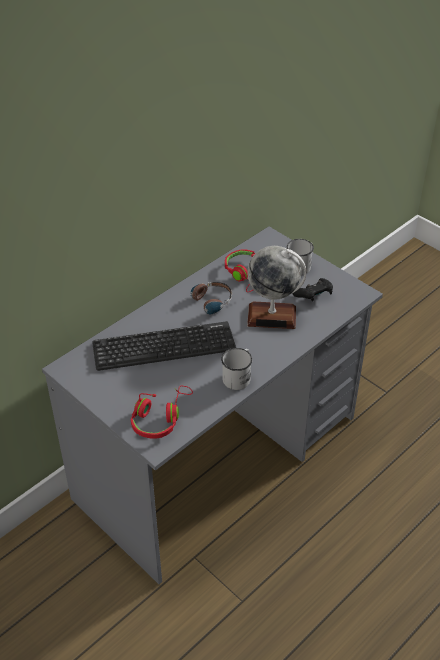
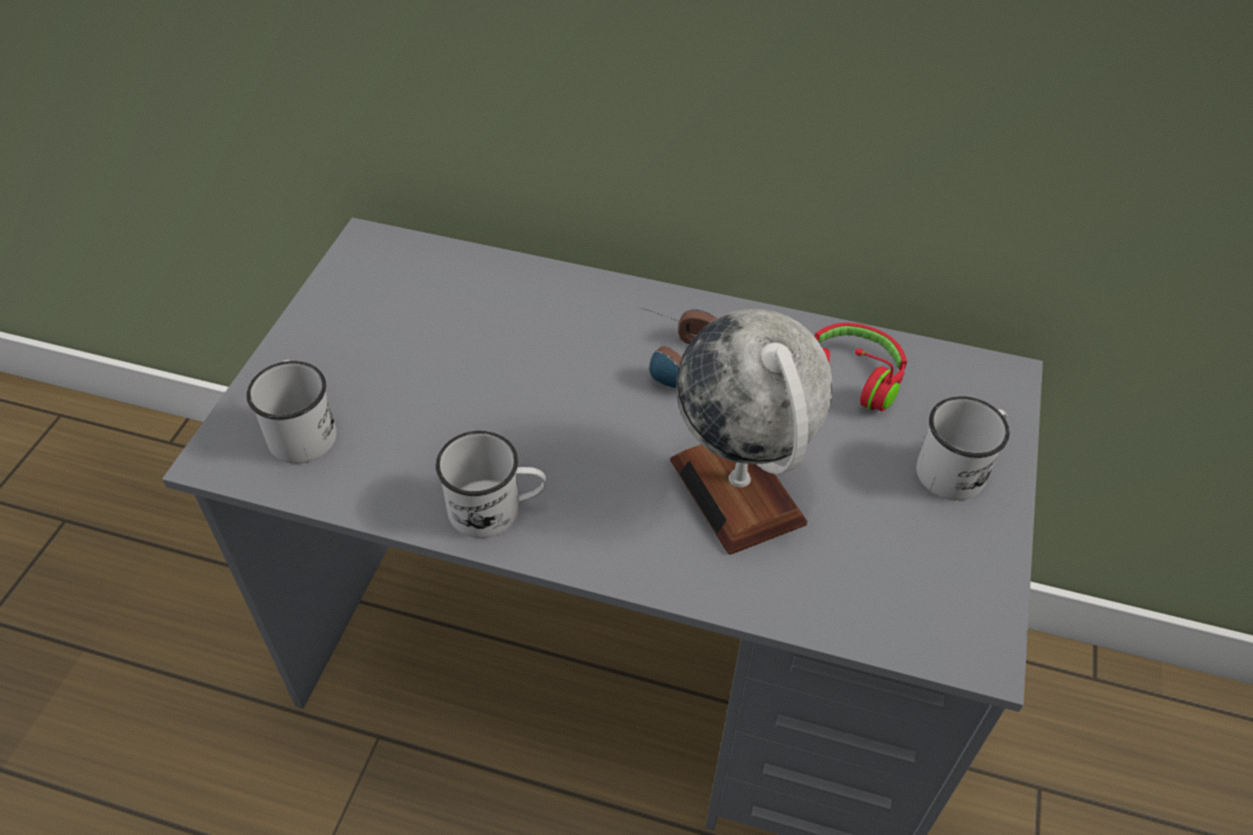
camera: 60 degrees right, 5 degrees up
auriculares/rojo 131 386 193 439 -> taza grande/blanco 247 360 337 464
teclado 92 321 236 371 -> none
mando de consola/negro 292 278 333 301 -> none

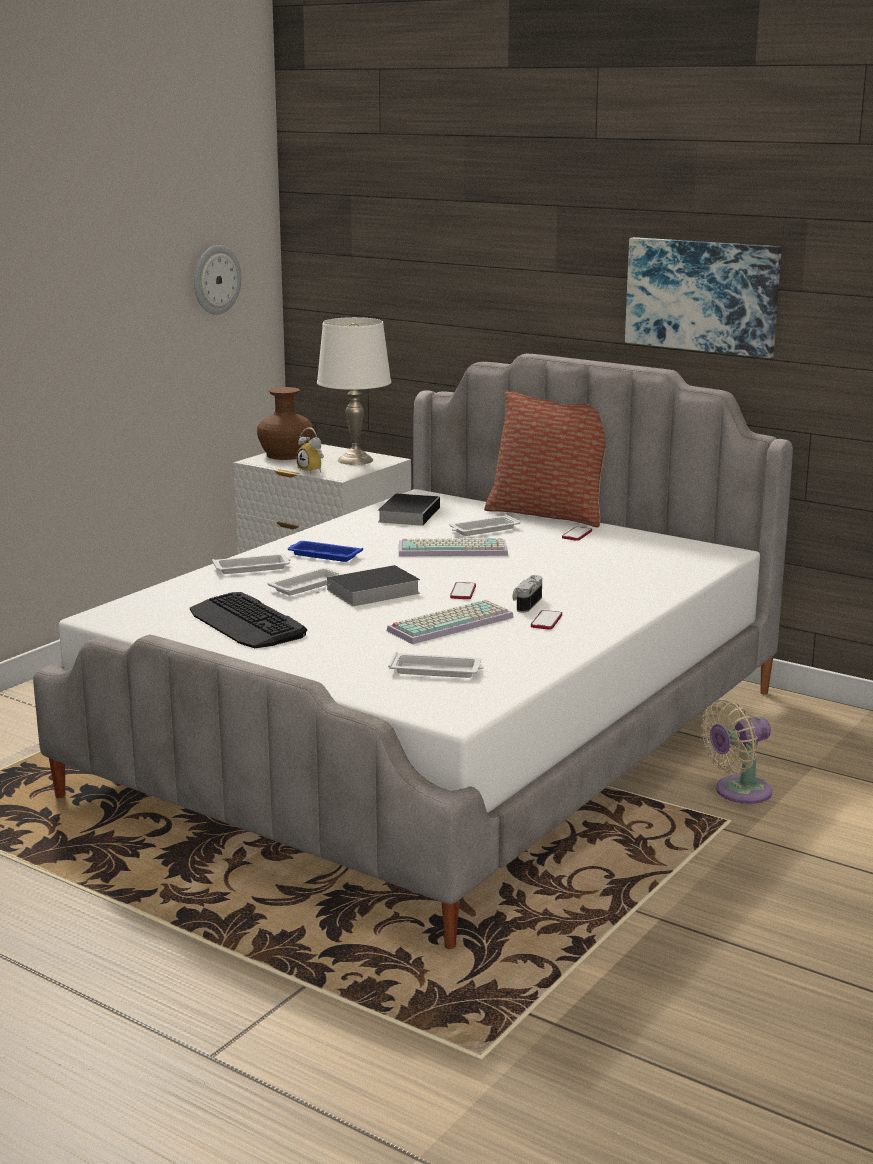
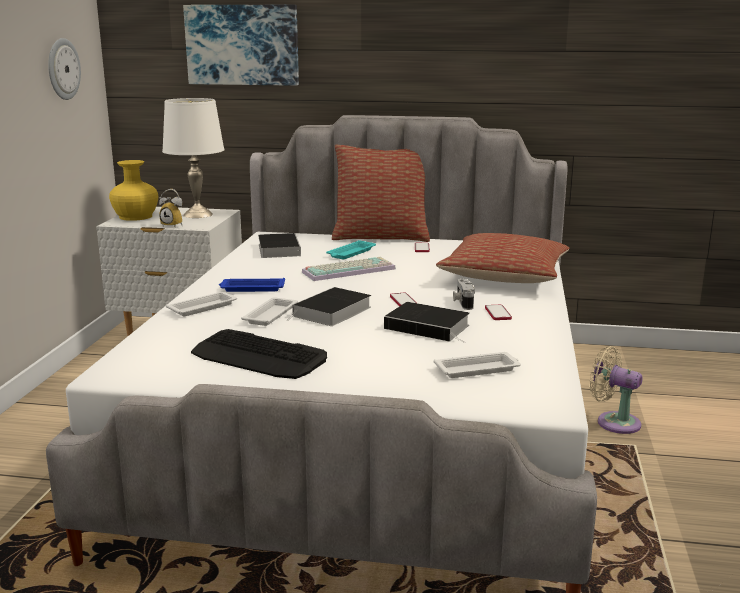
camera: 25 degrees left, 0 degrees up
florero/marrón 257 387 314 460 -> florero/amarillo 109 160 158 221
cuadro 625 237 782 358 -> cuadro 183 5 299 86, moved
bandeja/blanco 450 515 521 536 -> bandeja/turquesa 326 240 376 259
teclado 387 600 514 644 -> libro 384 302 470 342
none -> cojín 436 233 569 283
ventilador/beis 701 700 772 804 -> ventilador/beis 589 346 643 434, 90 degrees clockwise

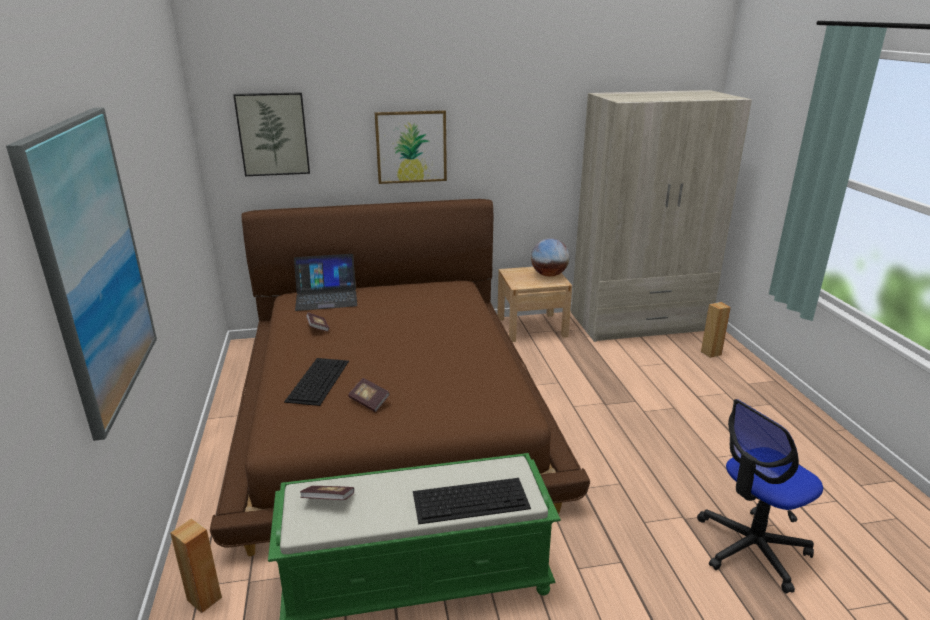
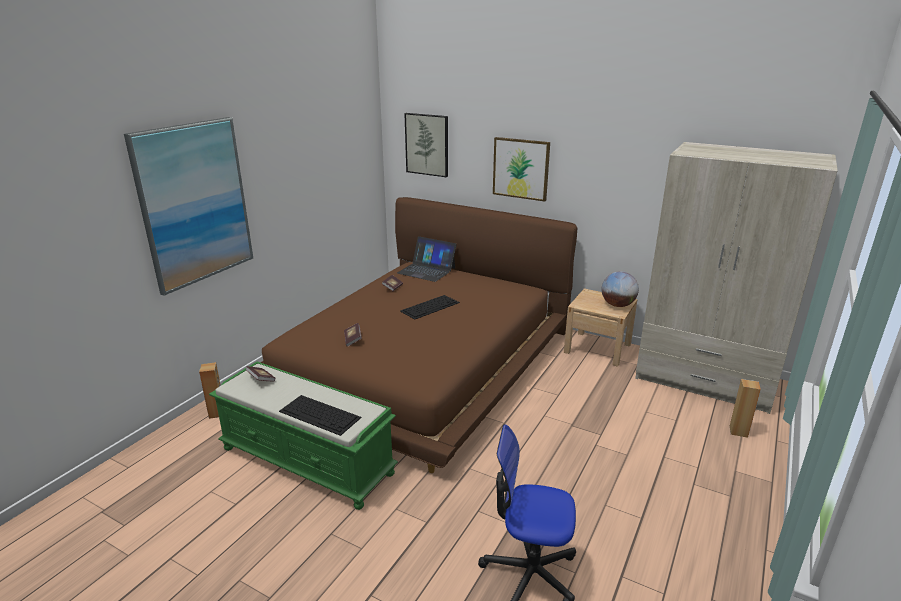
camera: 40 degrees right, 0 degrees up
teclado 284 358 349 406 -> teclado 400 295 460 320, moved

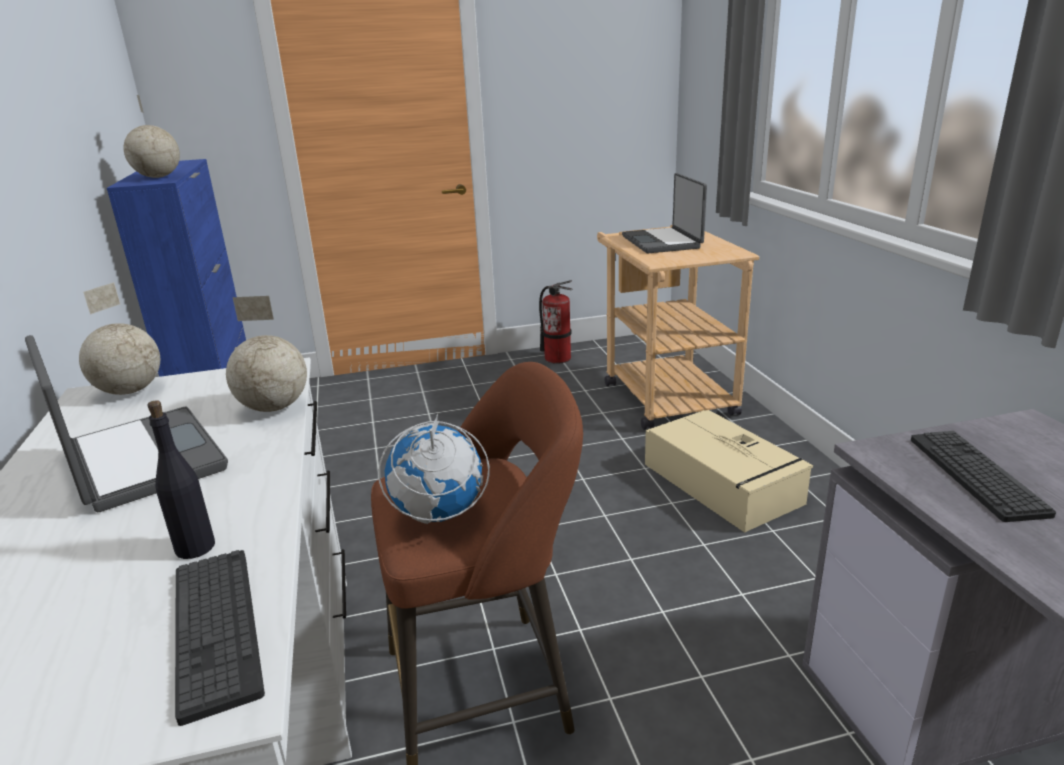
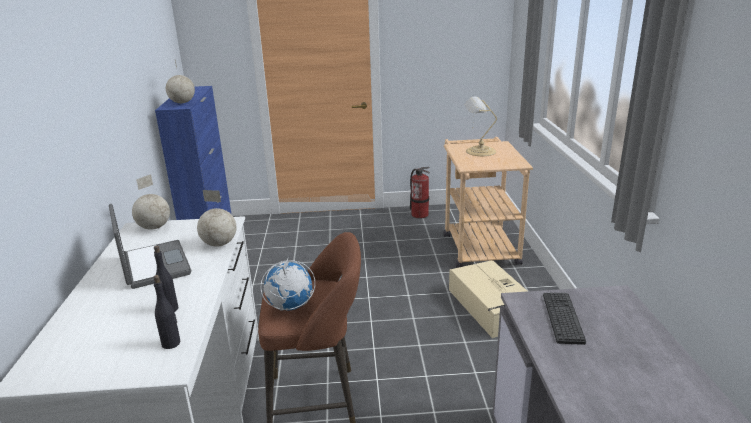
camera: 10 degrees right, 0 degrees up
teclado 175 550 265 726 -> botella/negro 153 275 181 349
portátil 622 173 707 253 -> lámpara de mesa 465 96 497 156

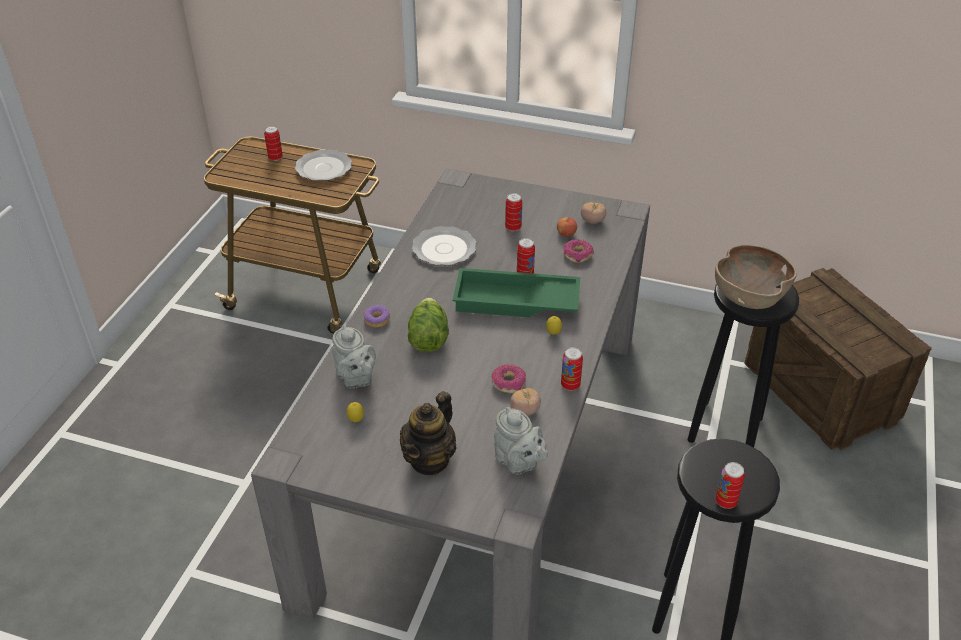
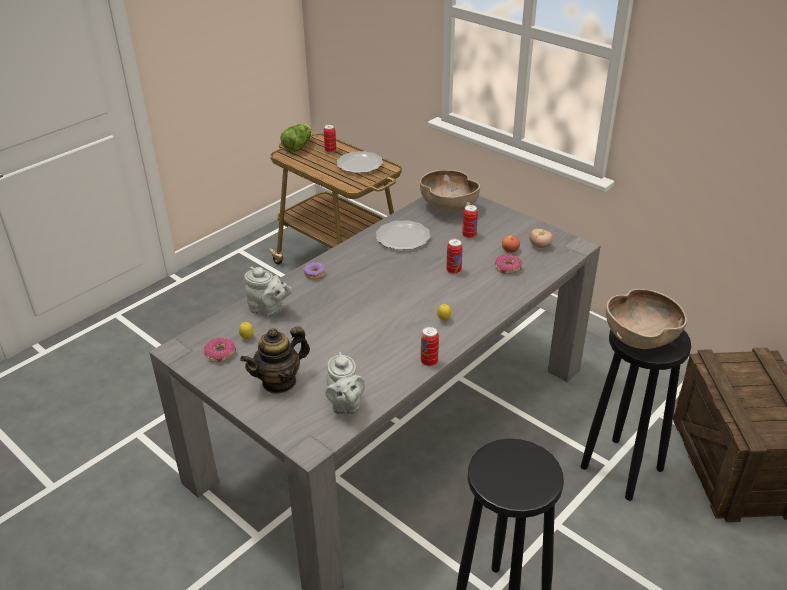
camera: 25 degrees right, 5 degrees down
rosquilla 492 364 526 393 -> rosquilla 204 337 236 362, moved
tetera/gris 332 325 376 389 -> tetera/gris 244 267 292 317, 60 degrees counterclockwise
lechuga 408 297 449 352 -> lechuga 280 124 311 152, moved
none -> cuenco/marrón 420 170 480 212
bandeja/verde 453 268 580 317 -> none
tomate 510 388 541 416 -> none
lata 716 462 745 509 -> none

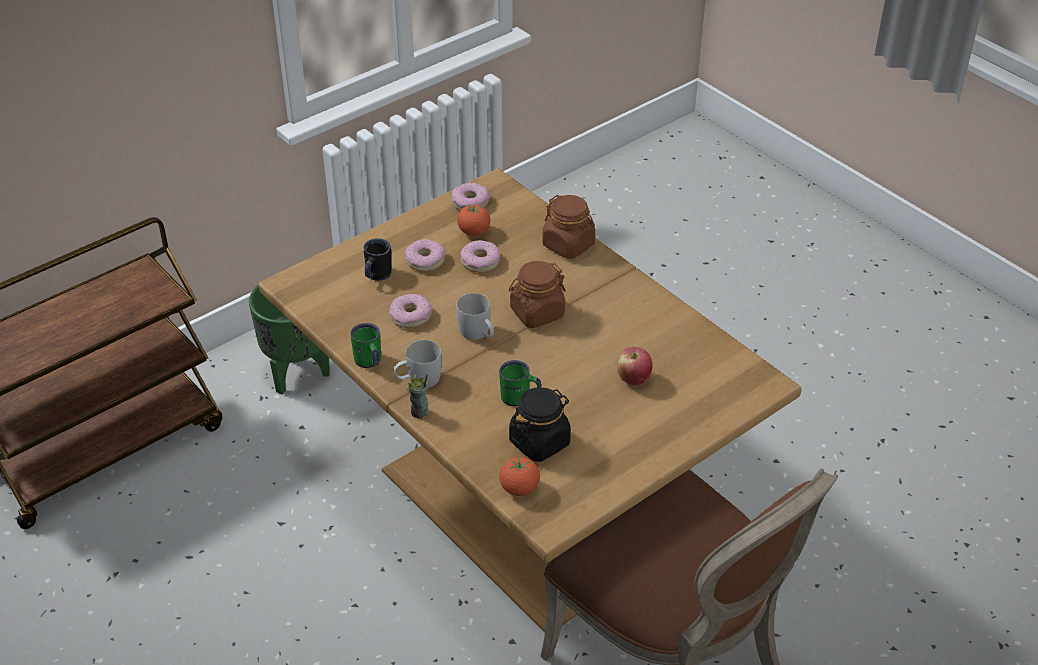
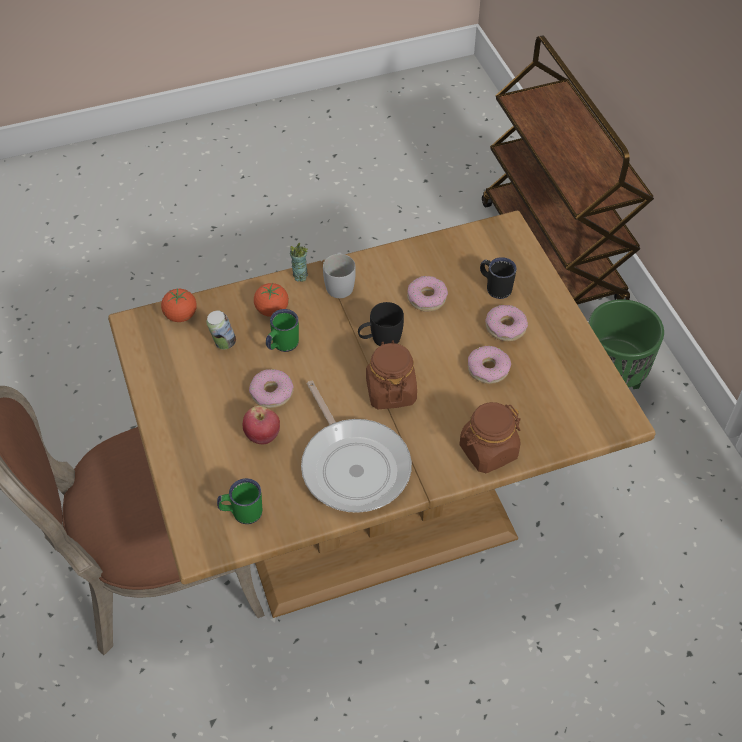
camera: 110 degrees right, 10 degrees up
tarro/negro 509 387 571 462 -> lata 207 310 236 350
taza grande/verde 350 323 381 368 -> taza grande/verde 217 478 262 524, moved
rosquilla 452 182 489 210 -> rosquilla 249 369 294 408, moved
tomate 457 204 491 236 -> tomate 254 282 289 317, moved
none -> sartén 301 381 412 513
taza grande/blanco 456 293 494 340 -> taza grande/negro 358 302 404 346

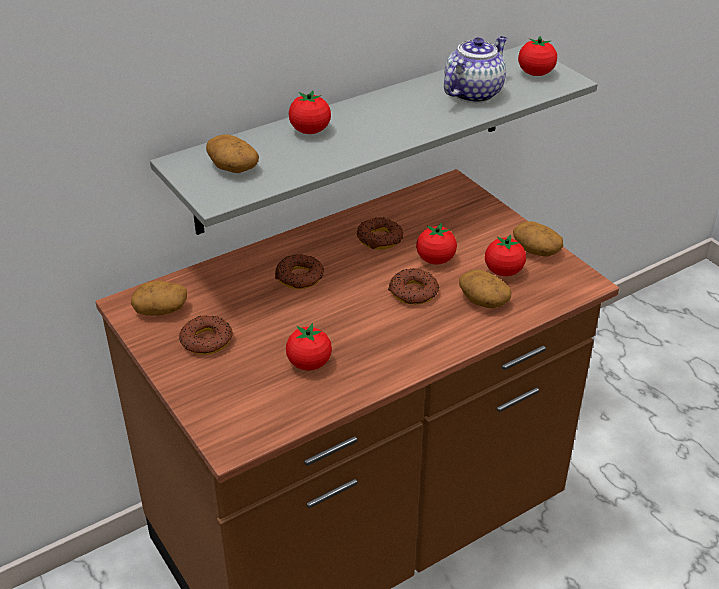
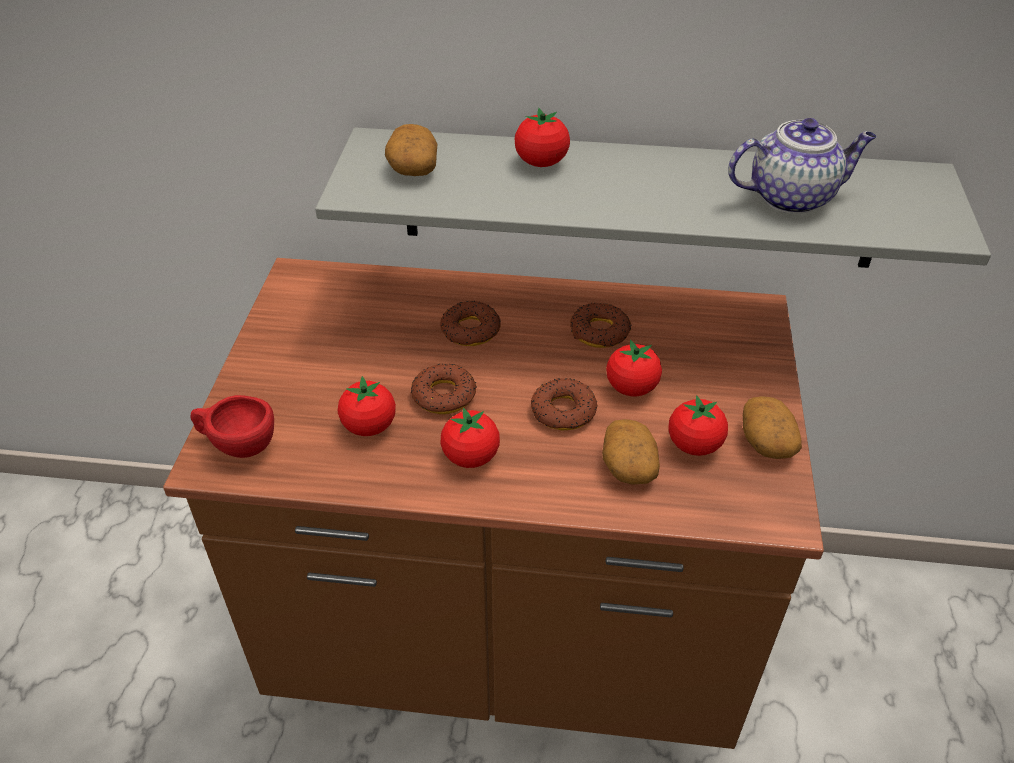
camera: 40 degrees right, 5 degrees up
none -> taza/rojo 190 395 274 458
rosquilla 179 316 233 355 -> rosquilla 411 364 477 414, moved
tomate 518 36 557 76 -> tomate 441 407 500 468, moved
patata 131 280 187 316 -> none

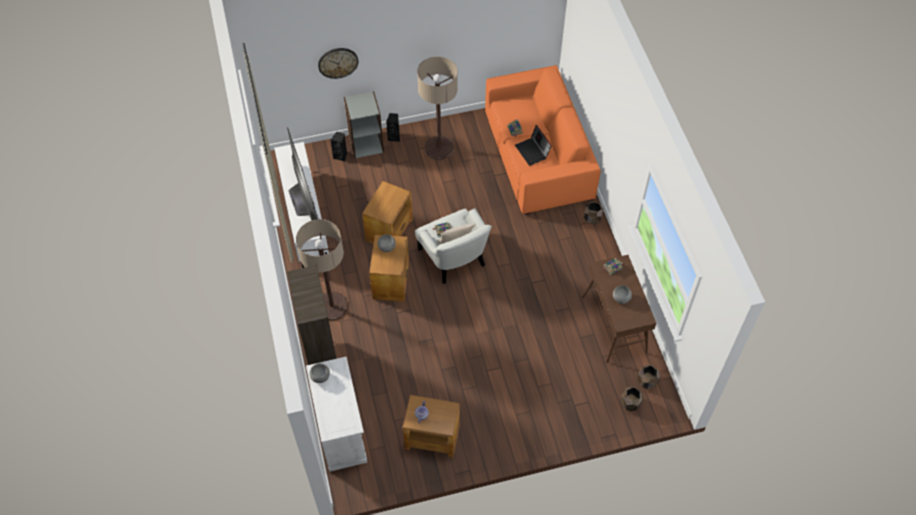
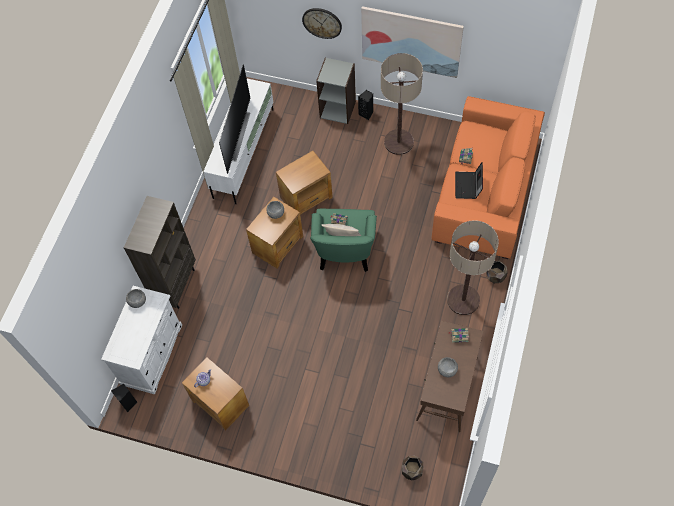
camera: 35 degrees right, 5 degrees up
altavoz/negro 331 132 347 162 -> altavoz/negro 111 384 137 412, moved
sillón/blanco 415 209 492 284 -> sillón/verde 310 209 377 272
none -> cuadro 361 6 464 78
lámpara de pie 296 219 348 320 -> lámpara de pie 447 220 499 315, moved
maceta/marrón 637 365 660 389 -> none

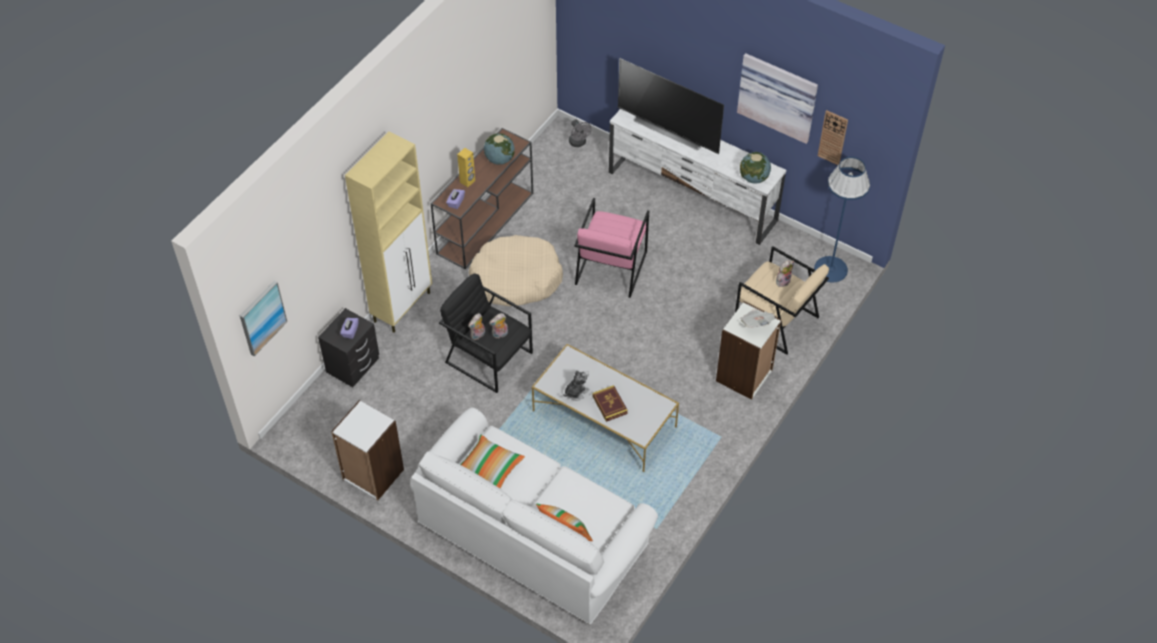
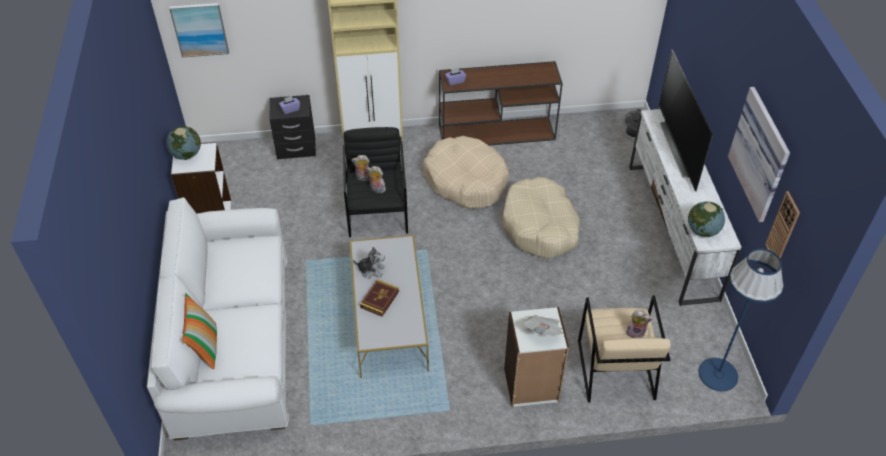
camera: 50 degrees right, 5 degrees down
globo terráqueo 484 133 515 165 -> globo terráqueo 166 126 201 160, moved
sillón/rosa 574 198 649 298 -> cama para perro/beis 502 177 580 258
altavoz/amarillo 457 148 475 187 -> none
cojín 460 434 525 489 -> none

